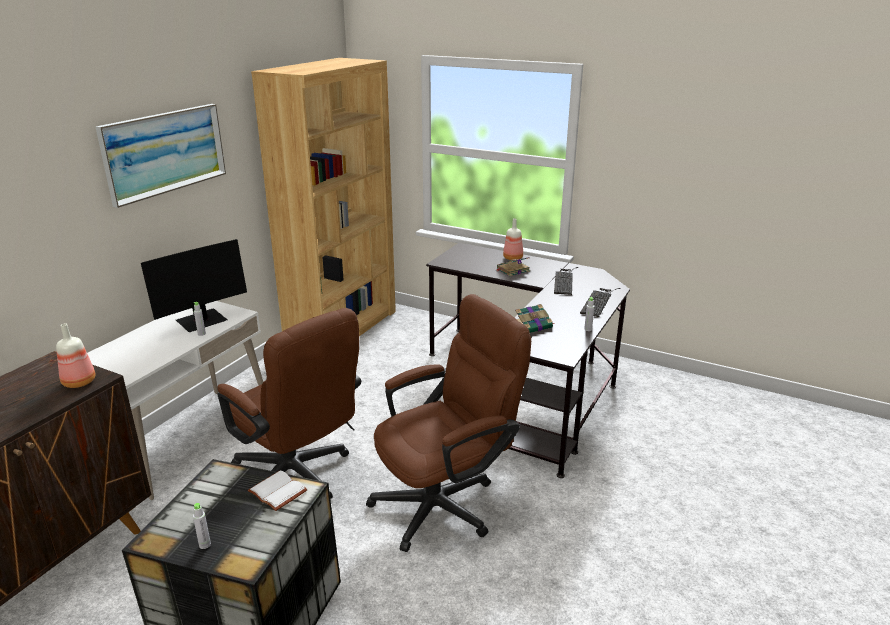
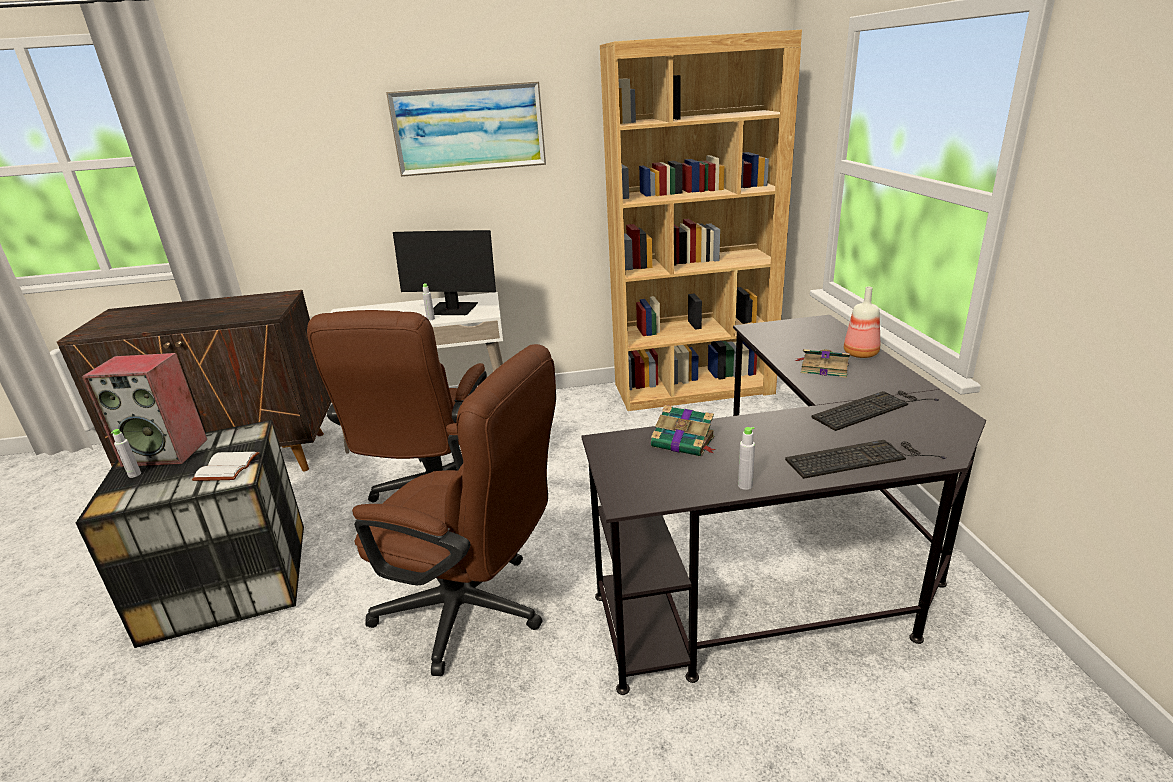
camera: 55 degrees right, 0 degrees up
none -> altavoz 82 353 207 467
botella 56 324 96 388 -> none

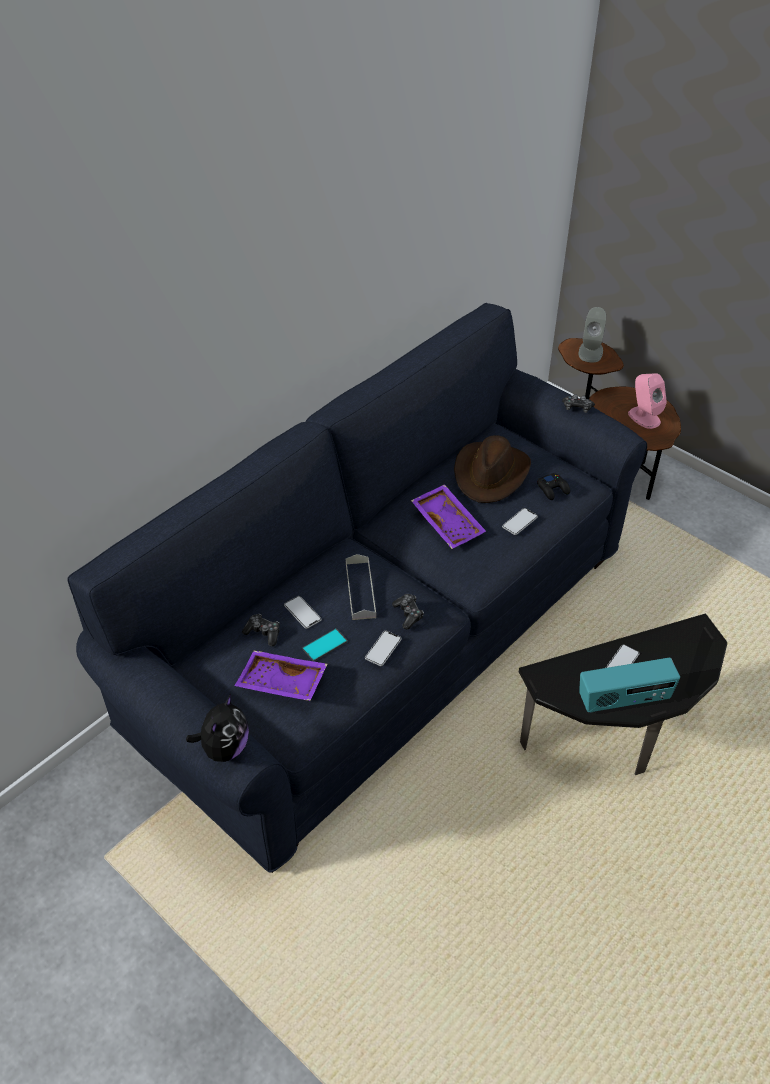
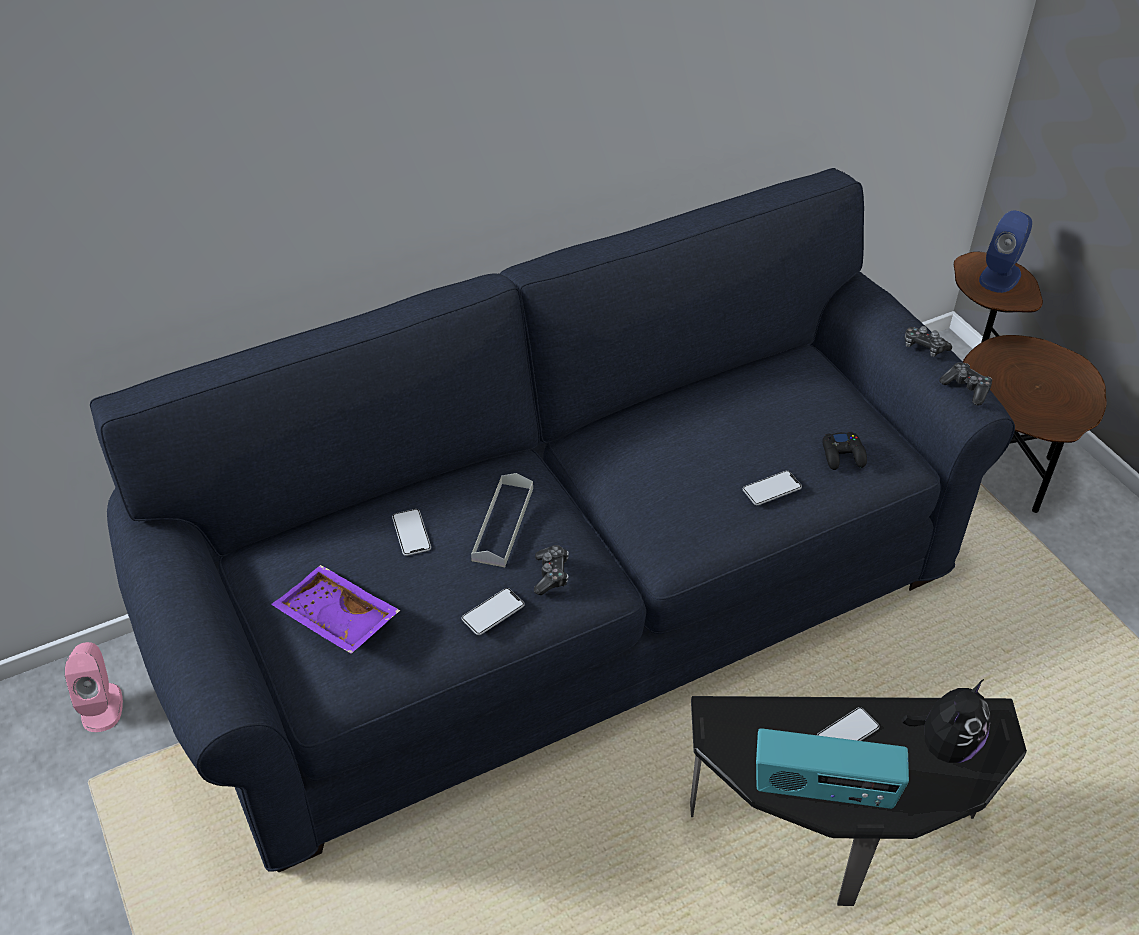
camera: 20 degrees right, 0 degrees up
altavoz/rosa 628 373 667 429 -> altavoz/rosa 64 642 123 732, moved
peluche 186 694 249 762 -> peluche 901 679 991 763, moved
mando de consola 242 614 280 646 -> mando de consola 939 362 992 405, moved
altavoz/gris 579 307 606 362 -> altavoz/azul 979 211 1032 293
móvil 302 628 348 662 -> none
bandeja/morado 411 484 486 549 -> none
sombrero/marrón 454 435 531 503 -> none

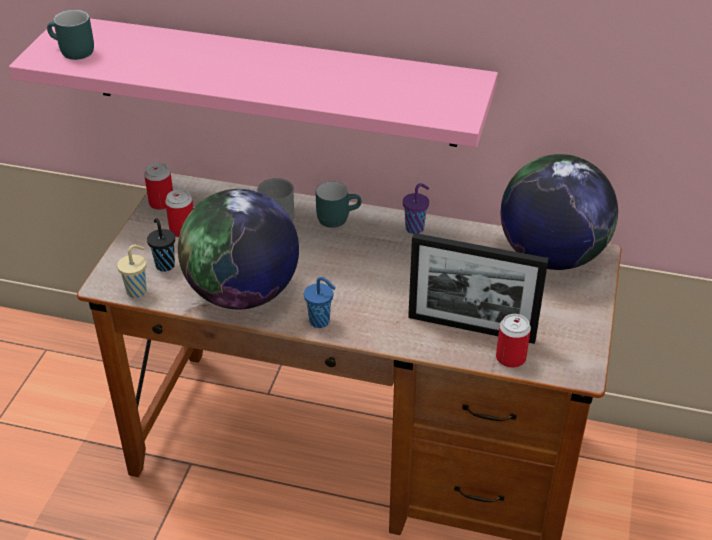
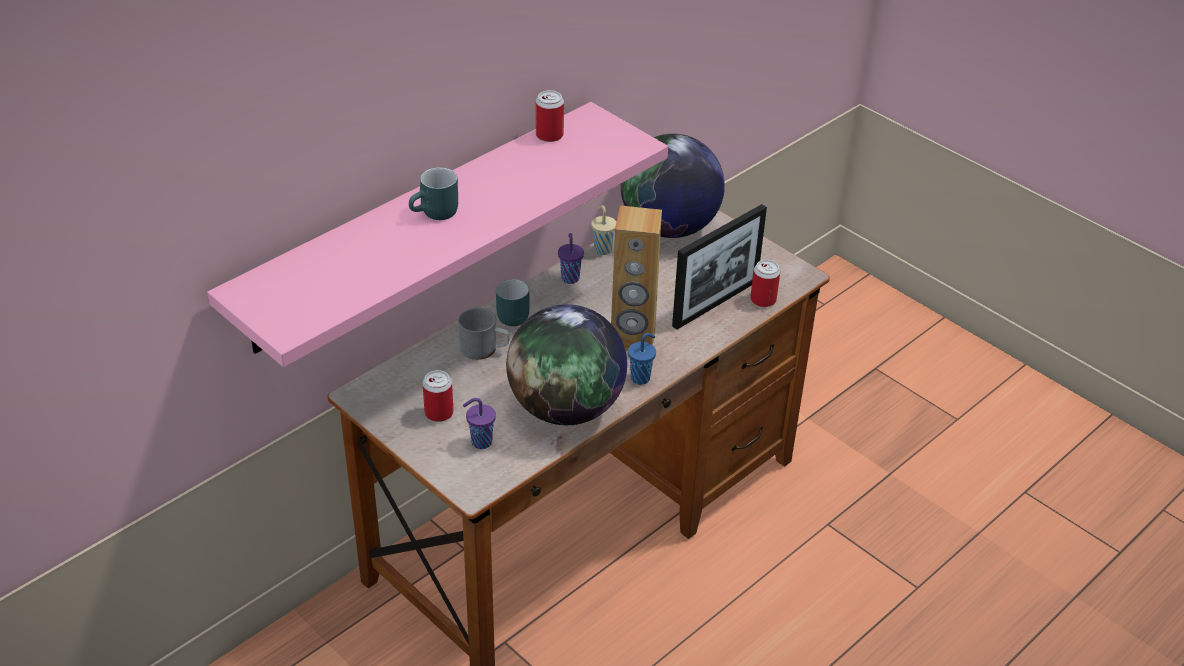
camera: 60 degrees left, 0 degrees up
taza grande/turquesa 47 10 94 60 -> taza grande/turquesa 409 167 458 220, moved
taza/negro 147 218 175 271 -> taza/morado 463 398 496 449
lata 144 163 173 210 -> lata 536 90 564 142, moved
taza/beis 117 245 147 298 -> taza/beis 591 205 616 255, moved
none -> altavoz/marrón 611 205 662 351

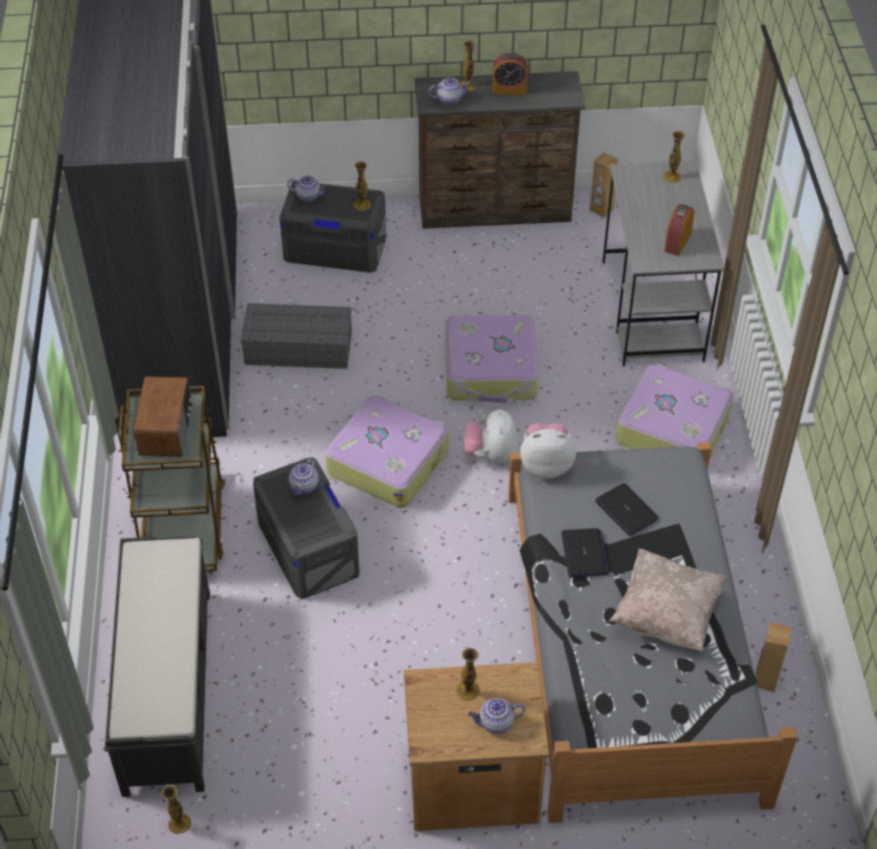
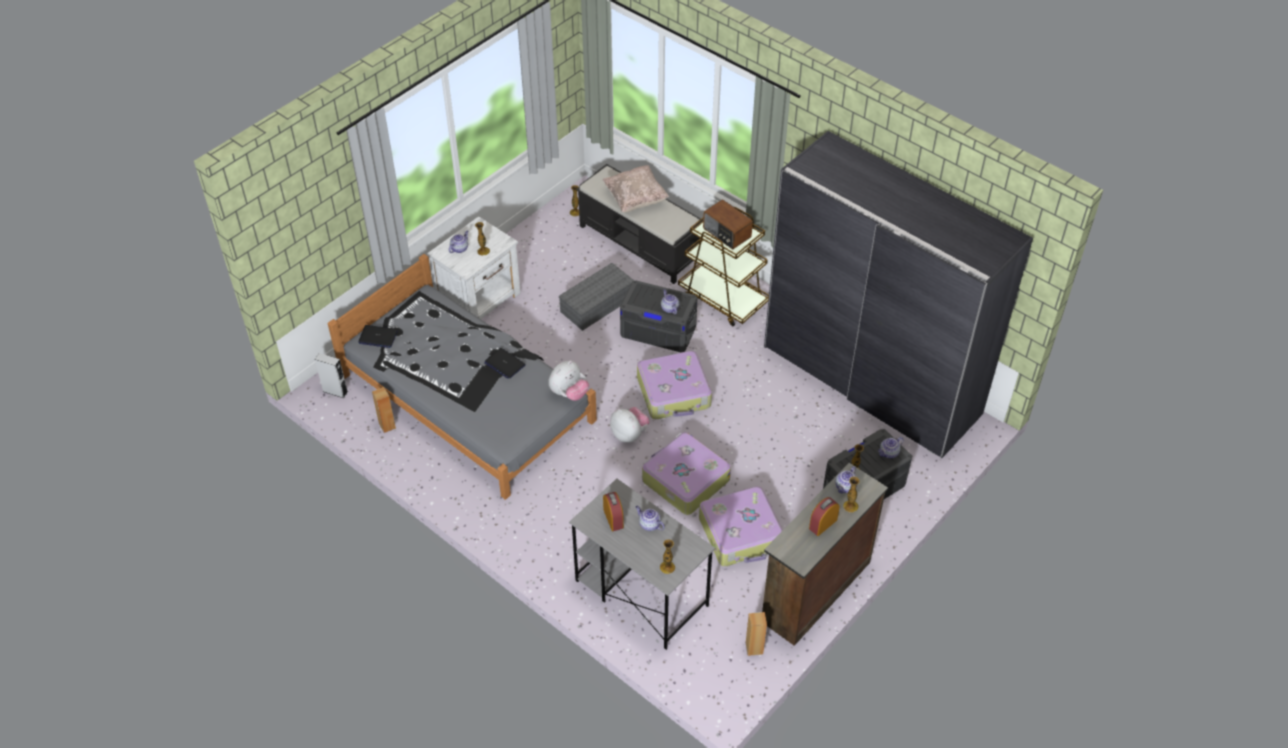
camera: 135 degrees right, 0 degrees up
none -> altavoz/gris 315 353 348 398
portátil 595 483 659 537 -> portátil 358 325 398 348, moved
mesita de noche/marrón 404 662 549 831 -> mesita de noche/blanco 427 216 521 319
caja de almacenaje/gris 241 303 352 369 -> caja de almacenaje/gris 559 263 634 331, moved
cojín/beis 609 549 727 651 -> cojín/beis 602 165 669 213, moved
none -> tetera 636 506 665 531
maleta 616 364 734 456 -> maleta 699 486 783 566, moved

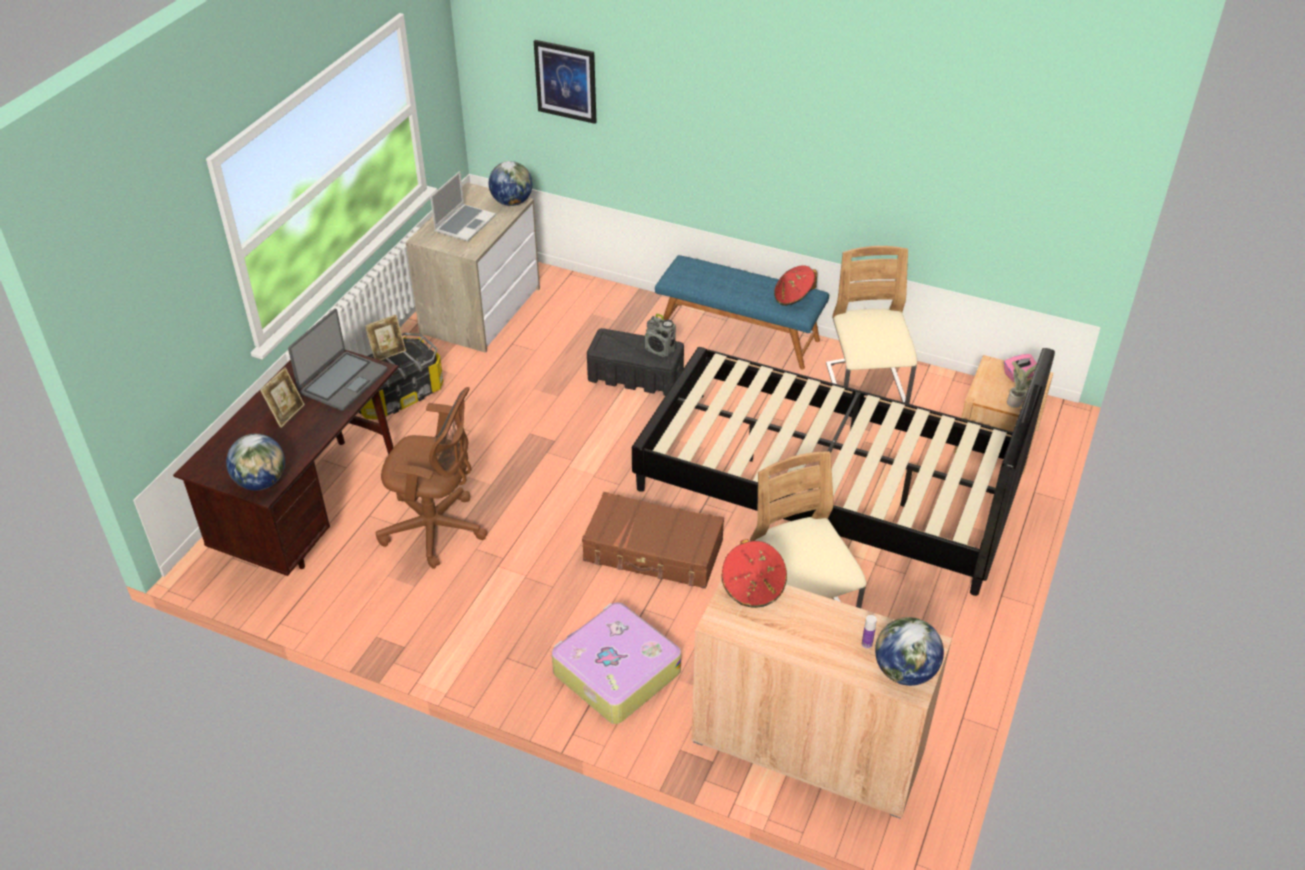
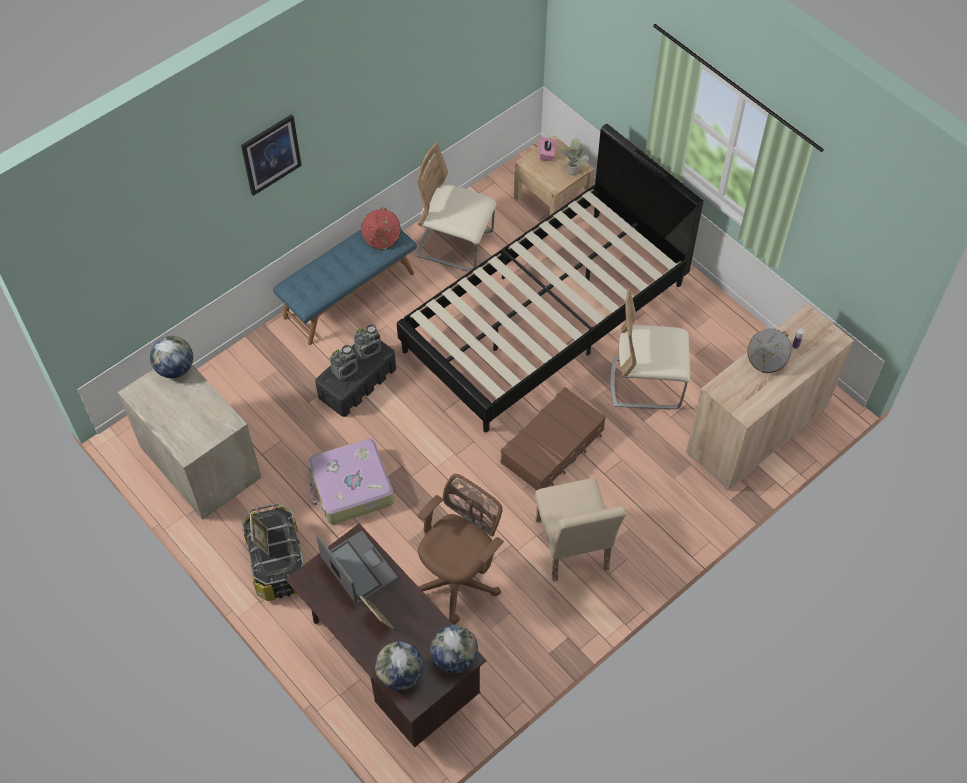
camera: 65 degrees left, 15 degrees up
cuadro 534 40 597 124 -> cuadro 241 114 302 196, moved
maleta 552 602 681 724 -> maleta 308 438 394 524, moved
none -> radio 330 345 358 381
globo terráqueo 875 617 944 686 -> globo terráqueo 375 641 423 691, moved
none -> silla/beis 535 478 626 582
none -> sombrero/gris 747 328 791 373
portátil 430 171 496 241 -> none
sombrero/rojo 721 539 787 608 -> none

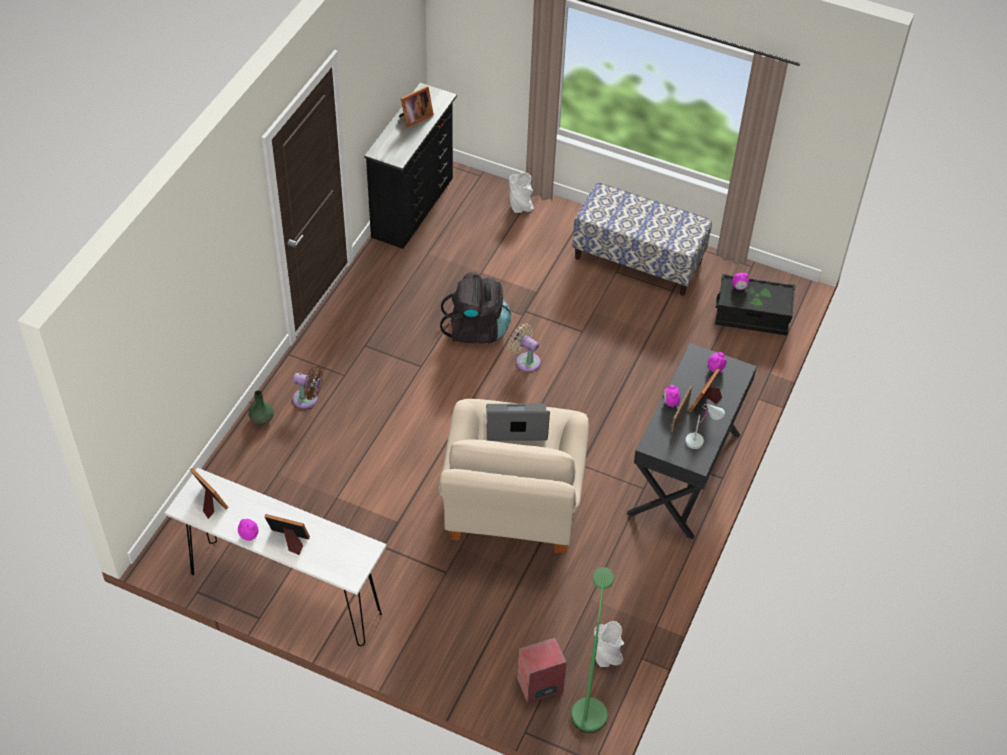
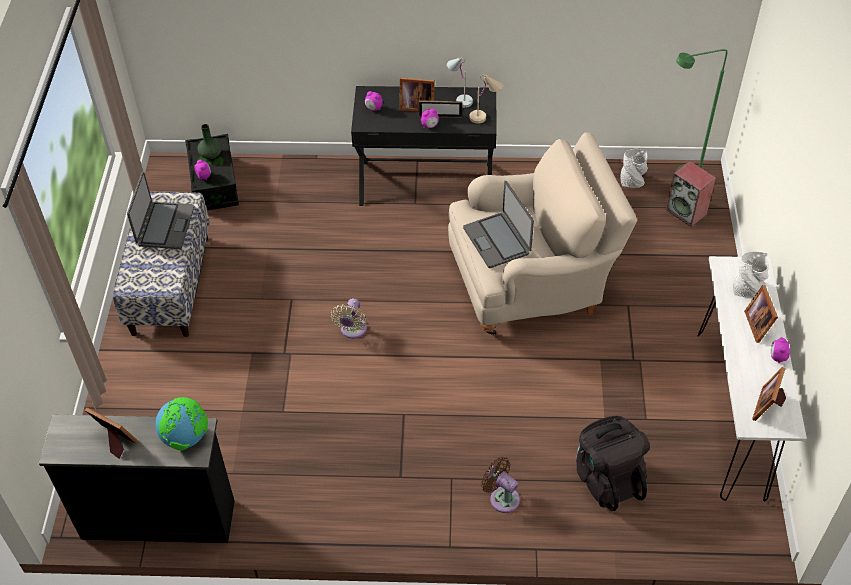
camera: 110 degrees left, 0 degrees up
none -> portátil 127 171 194 249
none -> globo terráqueo 155 397 208 450
florero/verde 249 390 274 424 -> florero/verde 198 124 222 159, moved
none -> lámpara de mesa/beis 469 75 503 124
ventilador/marrón 293 366 323 409 -> ventilador/marrón 481 457 520 513, 45 degrees counterclockwise
mochila/negro 440 272 511 344 -> mochila/negro 576 416 650 511, moved
florero/blanco 509 172 533 213 -> florero/blanco 733 251 769 298, moved

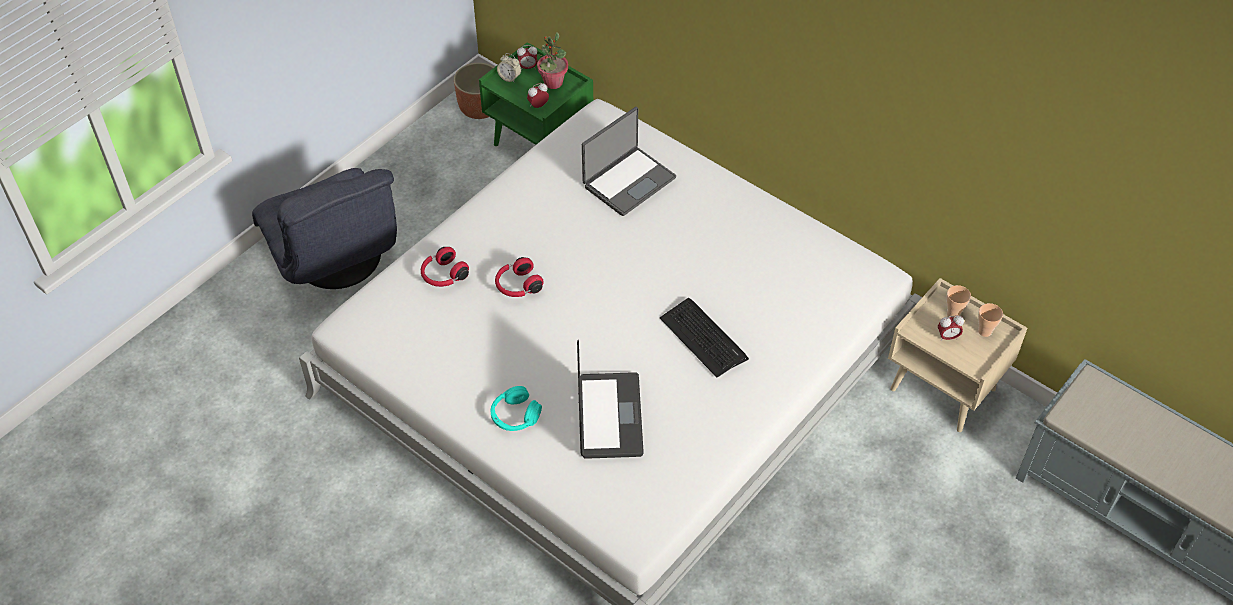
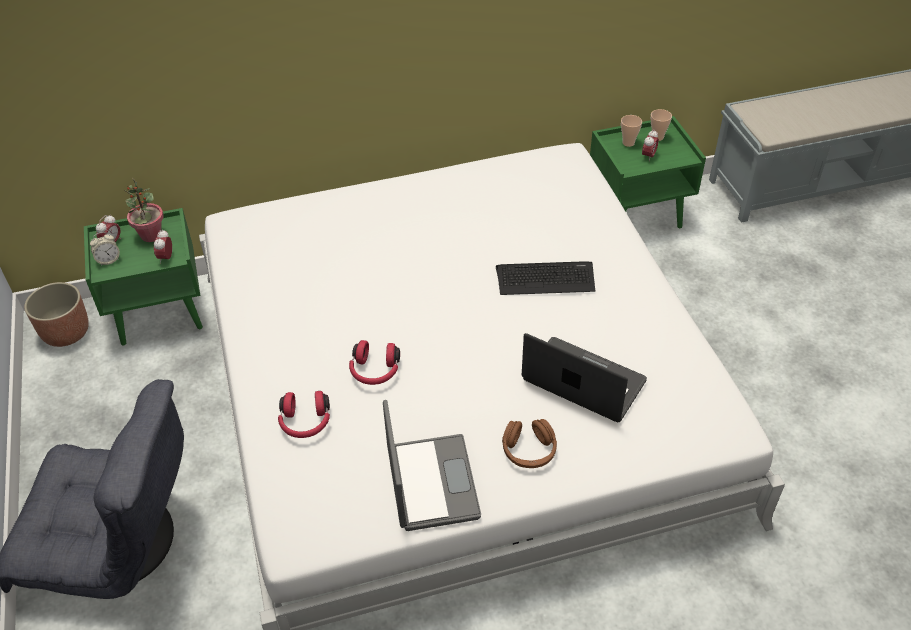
camera: 55 degrees left, 5 degrees down
portátil 582 107 676 216 -> portátil 383 400 481 531, moved
auriculares/turquesa 490 386 542 431 -> auriculares/marrón 502 419 557 468
mesita de noche/beis 888 278 1027 432 -> mesita de noche/verde 590 116 706 228

